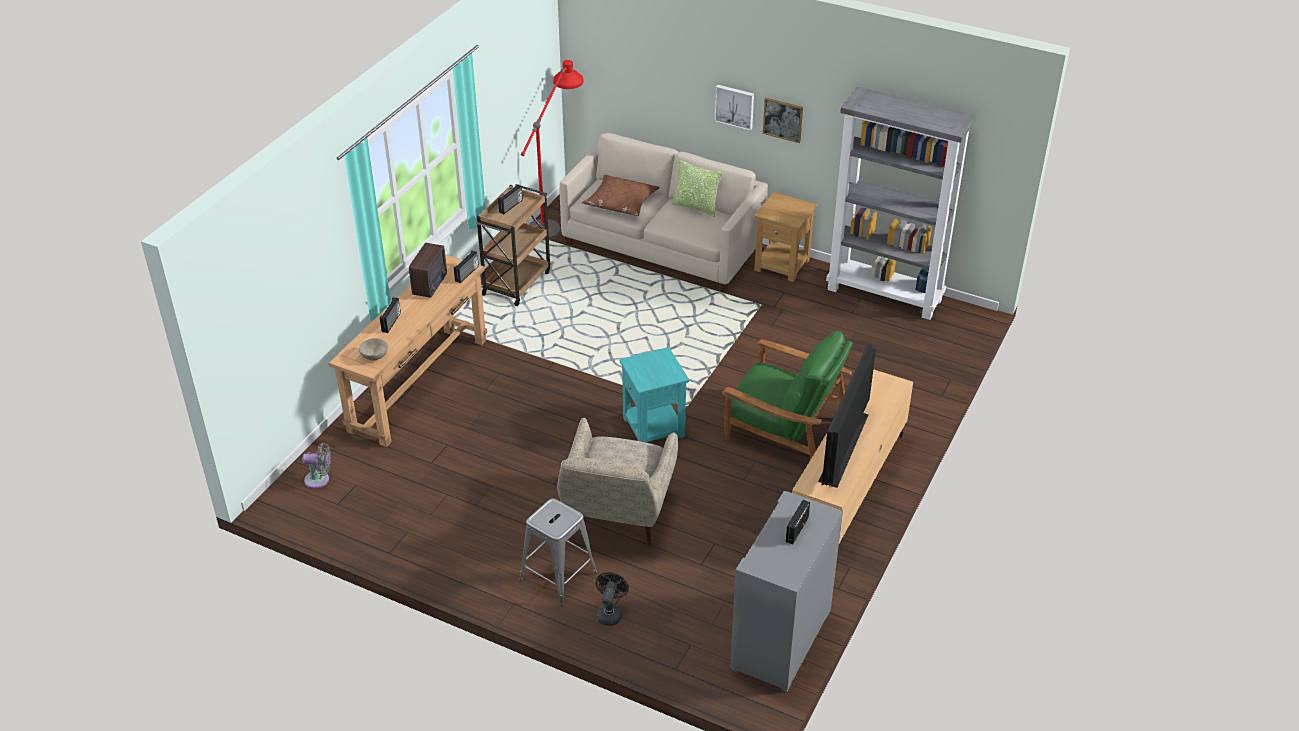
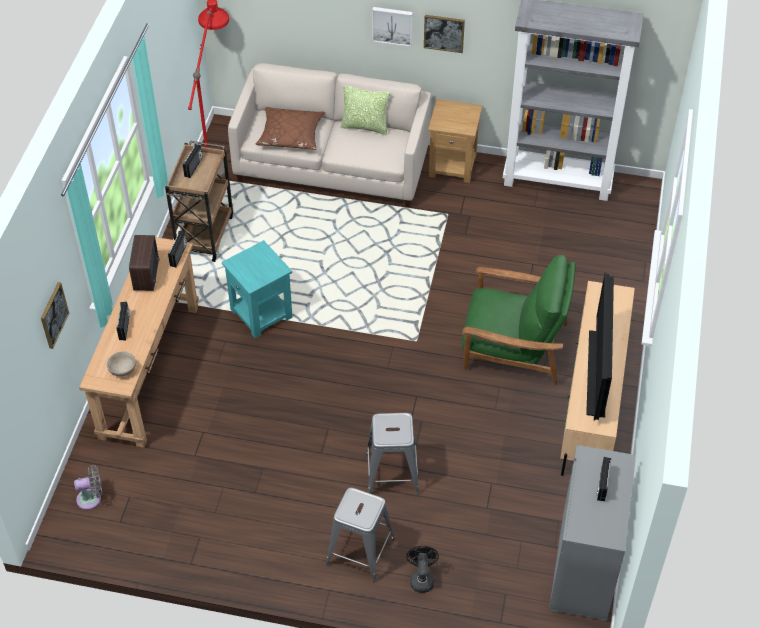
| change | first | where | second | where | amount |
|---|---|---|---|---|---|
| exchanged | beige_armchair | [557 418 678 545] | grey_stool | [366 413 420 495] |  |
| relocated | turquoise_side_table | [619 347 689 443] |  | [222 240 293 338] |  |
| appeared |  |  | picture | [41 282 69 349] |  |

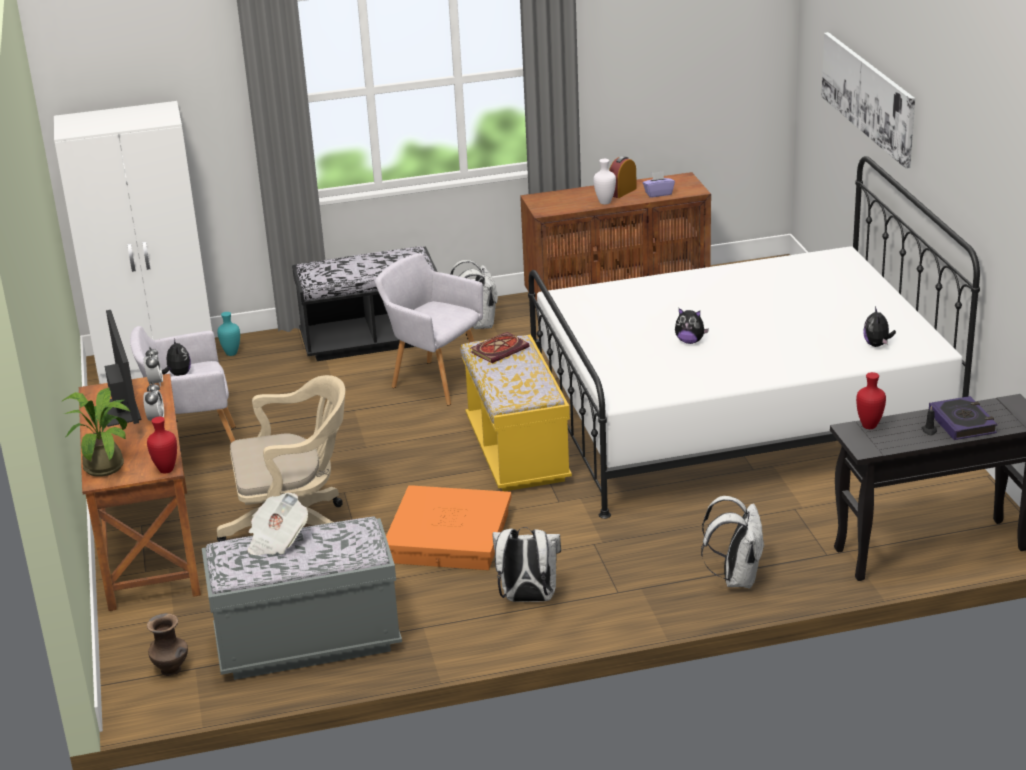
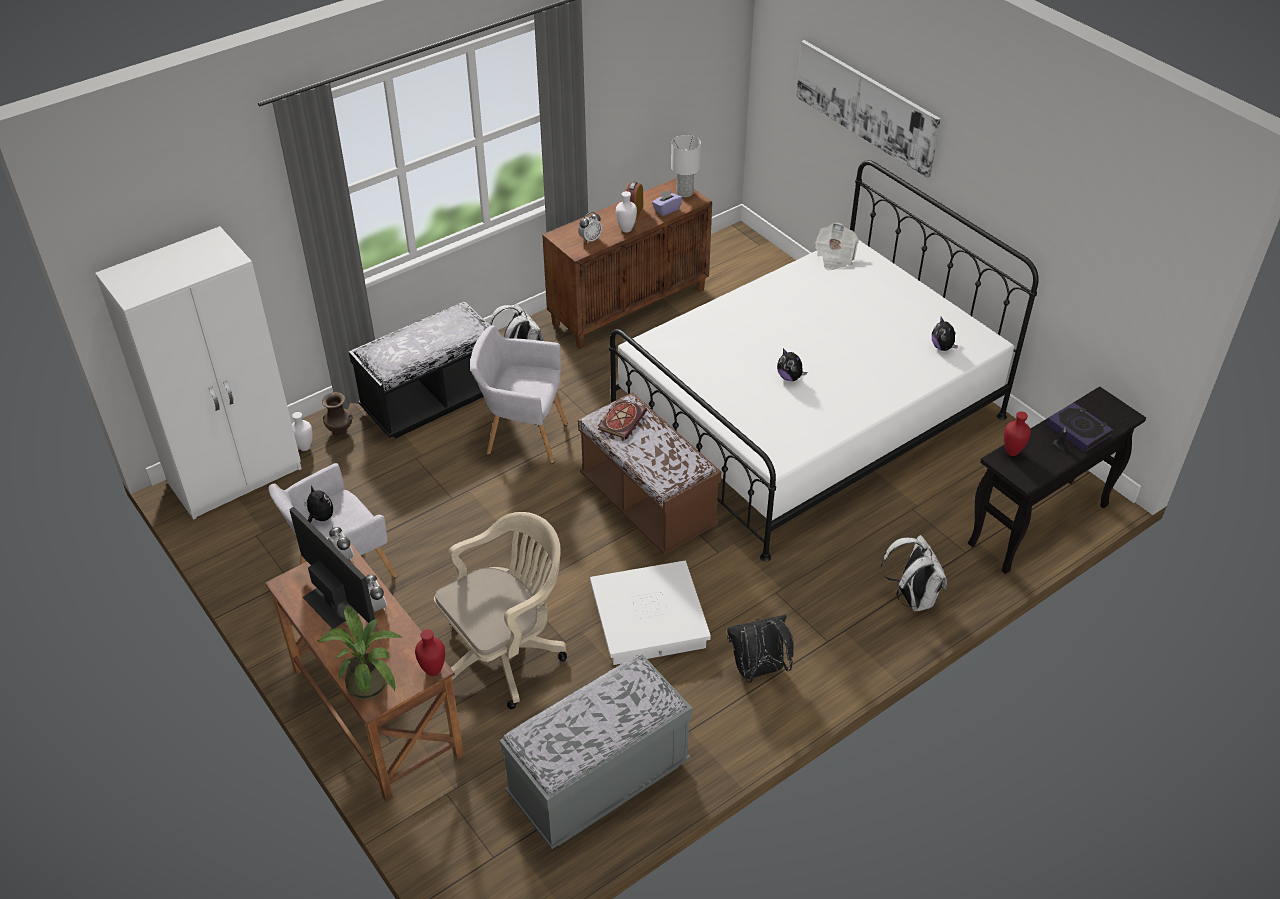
| change | first | where | second | where | amount |
|---|---|---|---|---|---|
| relocated | brown_vase | [147 613 188 676] |  | [322 392 352 437] |  |
| colour | turquoise_vase | [217 312 240 356] | white_vase | [292 412 313 451] |  |
| relocated | newspaper | [248 492 308 555] |  | [814 223 859 270] |  |
| colour | orange_storage_box | [386 485 511 570] | white_storage_box | [590 561 711 665] |  |
| colour | yellow_bench | [461 334 572 491] | brown_bench | [578 392 721 555] |  |
| colour | white_backpack | [492 527 561 602] | black_backpack | [727 614 794 683] |  |
| spun | plush_toy | [675 308 709 344] |  | [777 349 807 381] | 45 degrees clockwise |
| appeared |  |  | alarm_clock | [578 212 602 244] |  |
| appeared |  |  | white_table_lamp | [671 135 701 197] |  |

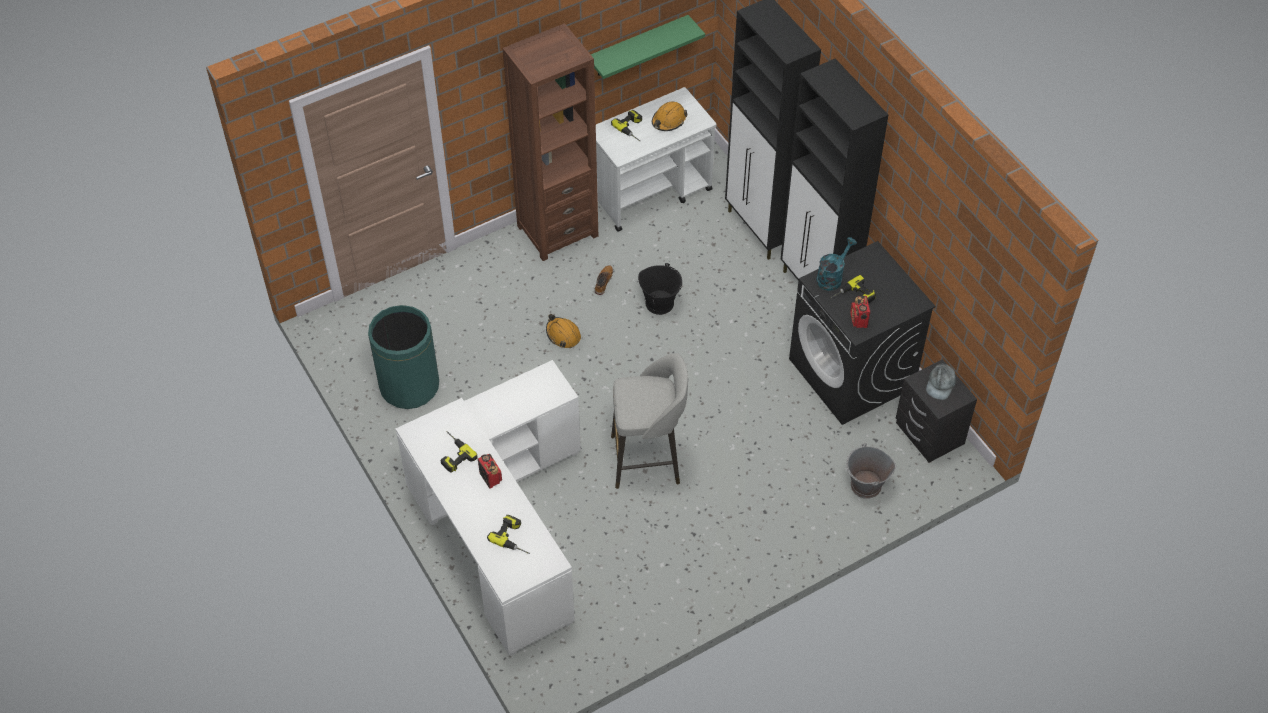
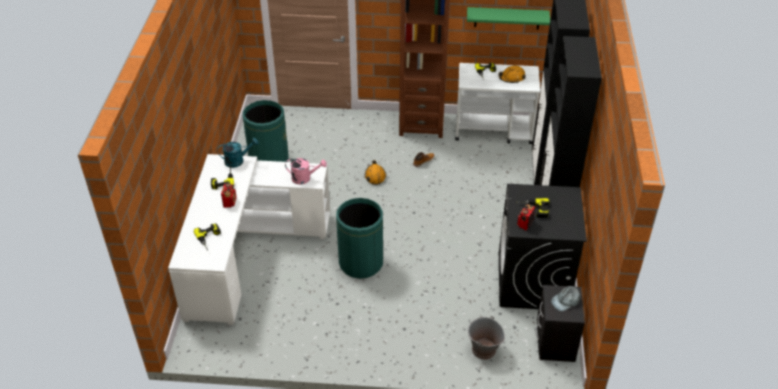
| change | first | where | second | where | amount |
|---|---|---|---|---|---|
| exchanged | grey_stool | [611 353 688 489] | green_trash_can | [336 198 383 279] |  |
| missing | black_bucket | [638 263 682 315] |  |  |  |
| relocated | turquoise_watering_can | [816 237 857 291] |  | [217 138 258 168] |  |
| appeared |  |  | pink_watering_can | [285 158 327 184] |  |

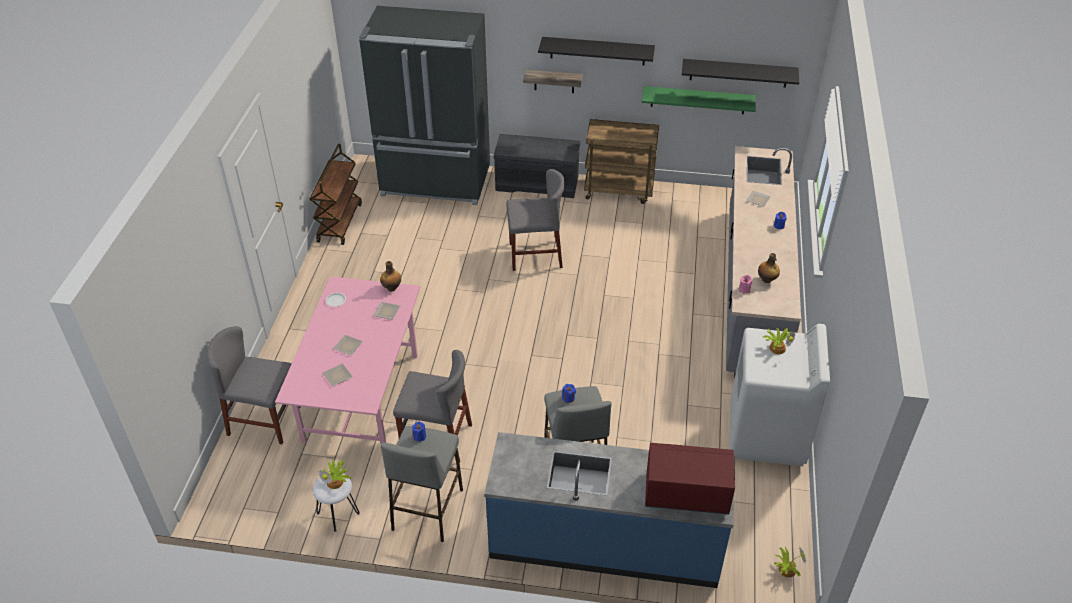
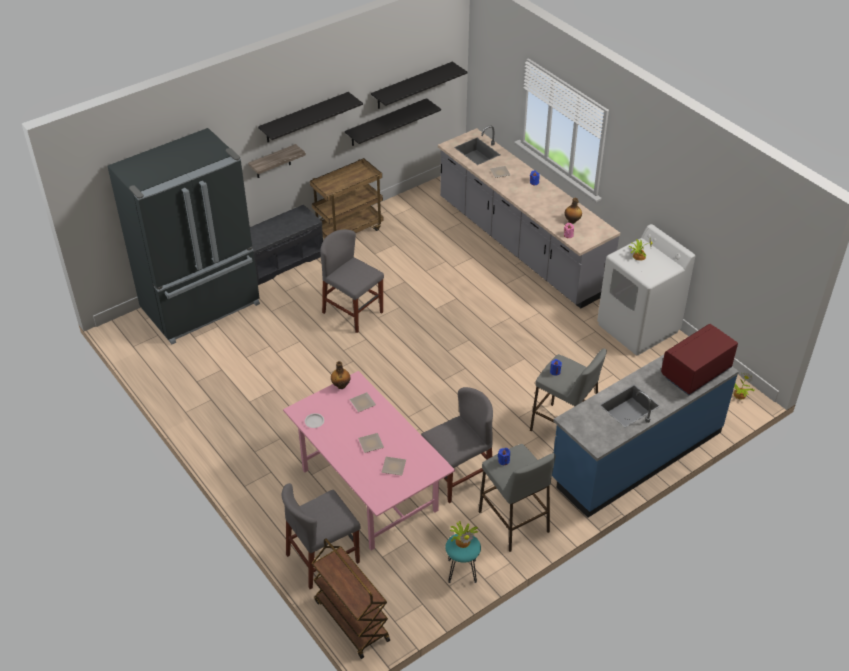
| change | first | where | second | where | amount |
|---|---|---|---|---|---|
| relocated | brown_cart | [310 144 362 245] |  | [312 538 390 659] |  |
| colour | white_stool | [313 474 360 532] | turquoise_stool | [445 534 481 583] |  |
| spun | grey_chair | [506 169 565 271] |  | [320 229 384 333] | 90 degrees counterclockwise |
| colour | green_shelf | [642 86 756 114] | black_shelf | [345 98 441 146] |  |

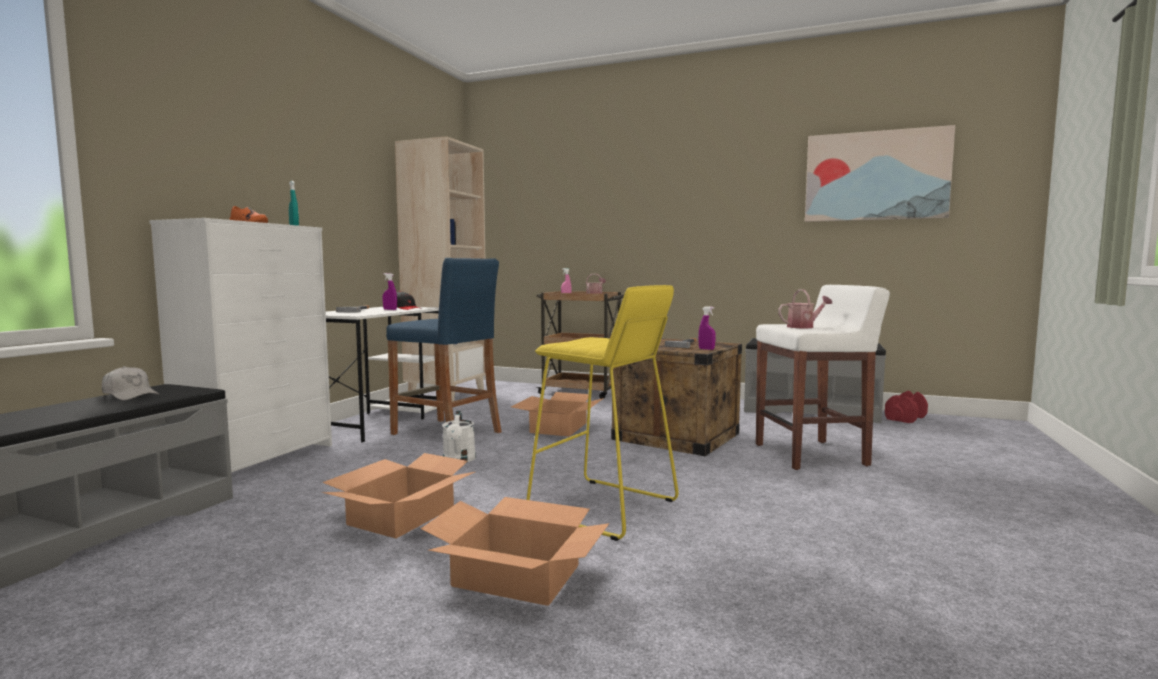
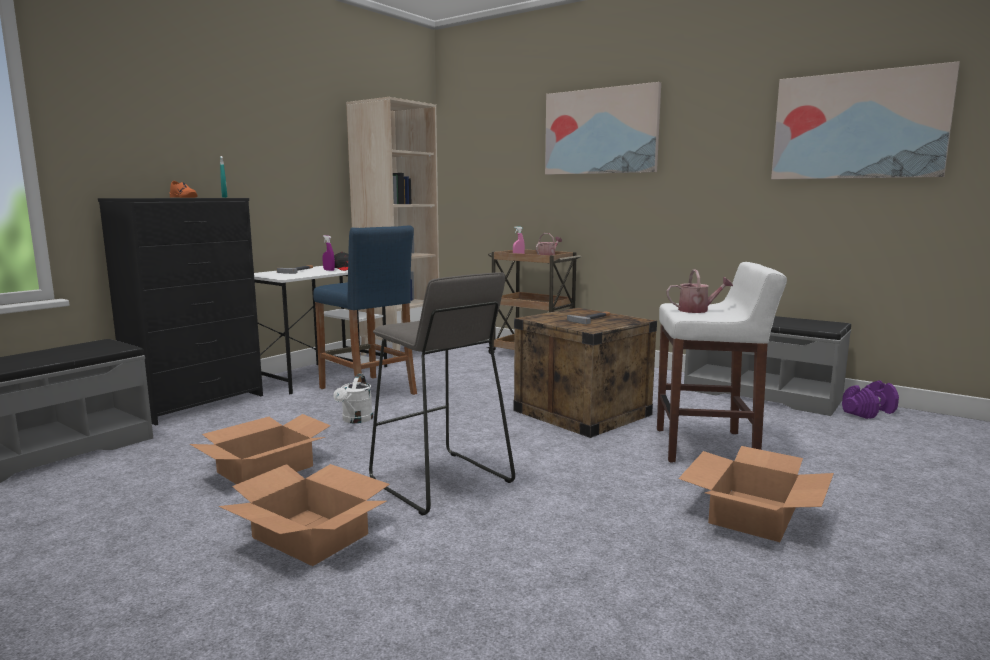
| change | first | where | second | where | amount |
|---|---|---|---|---|---|
| missing | white_cap | [102 366 159 400] |  |  |  |
| colour | white_dresser | [149 218 332 472] | black_dresser | [98 198 263 426] |  |
| relocated | cardboard_box | [511 392 604 437] |  | [678 446 834 542] |  |
| colour | yellow_stool | [526 285 679 541] | grey_stool | [369 272 515 516] |  |
| missing | purple_spray_bottle | [698 306 716 350] |  |  |  |
| colour | red_dumbbell | [885 391 928 423] | purple_dumbbell | [842 380 899 419] |  |
| appeared |  |  | picture | [545 82 661 175] |  |

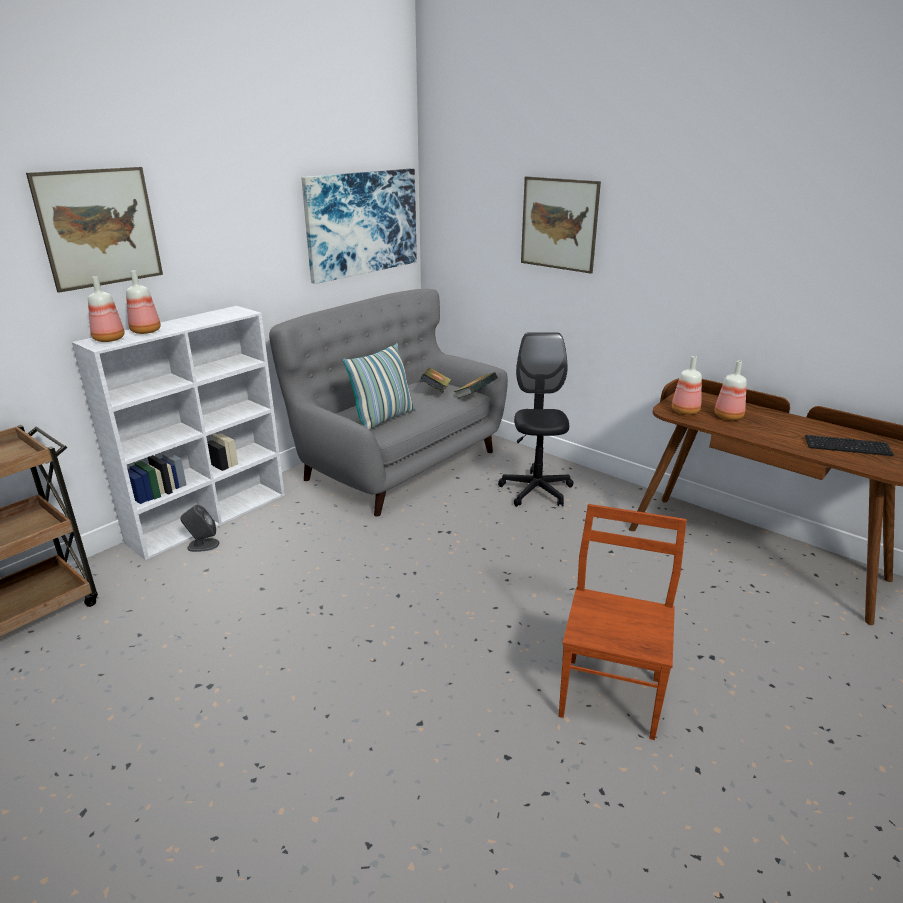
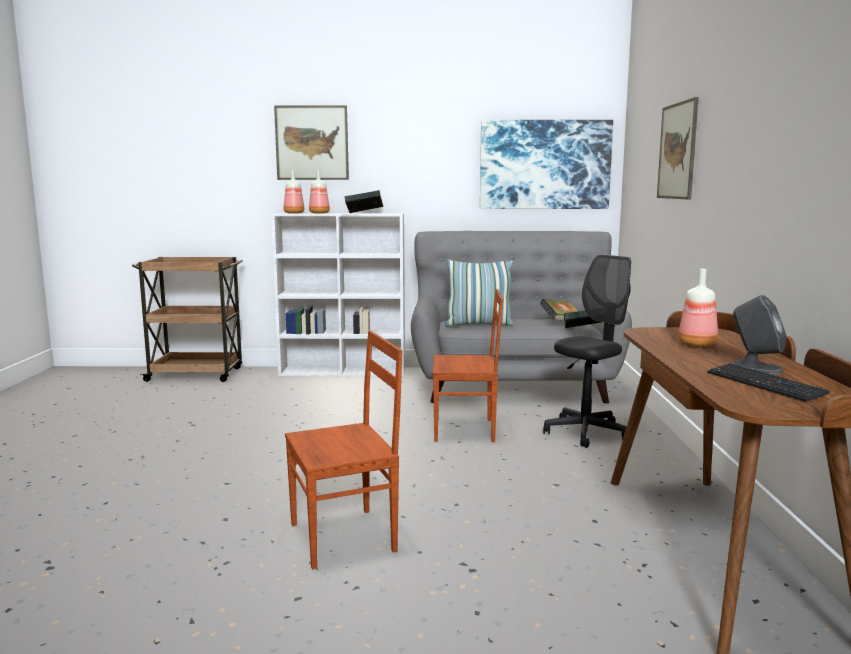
| change | first | where | second | where | amount |
|---|---|---|---|---|---|
| relocated | grey_speaker | [180 505 219 552] |  | [732 295 786 374] |  |
| missing | bottle | [672 356 702 415] |  |  |  |
| appeared |  |  | book | [345 190 383 213] |  |
| appeared |  |  | brown_chair | [433 289 503 442] |  |

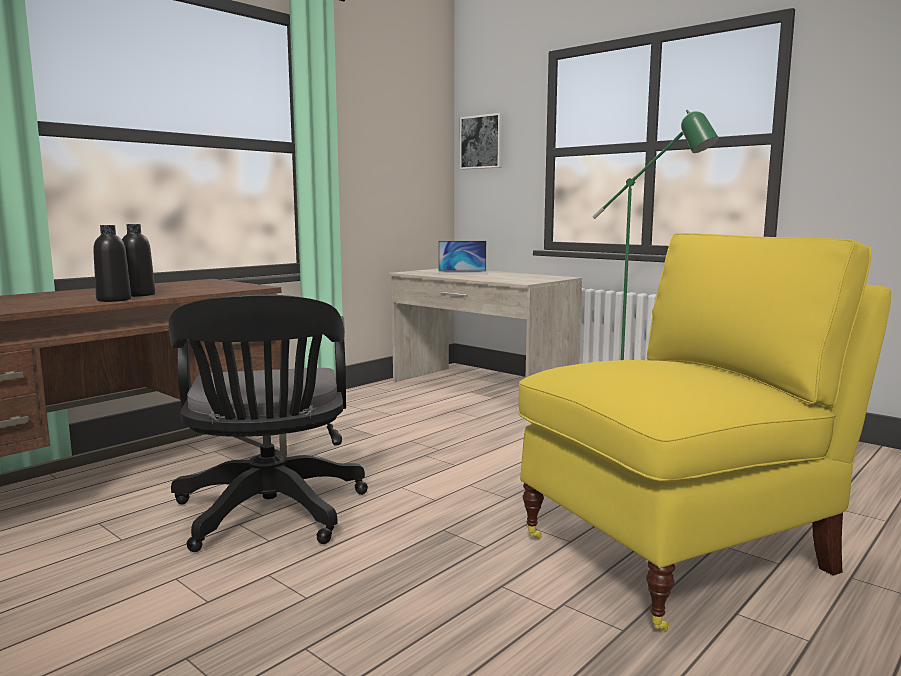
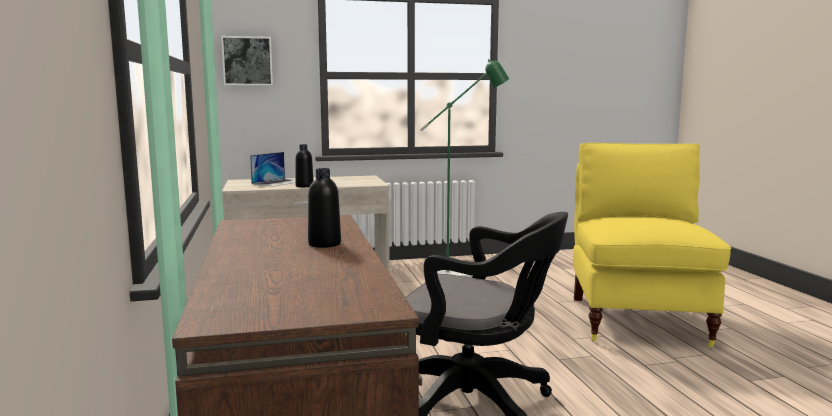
| change | first | where | second | where | amount |
|---|---|---|---|---|---|
| relocated | black_bottle | [93 225 131 302] |  | [295 144 314 187] |  |

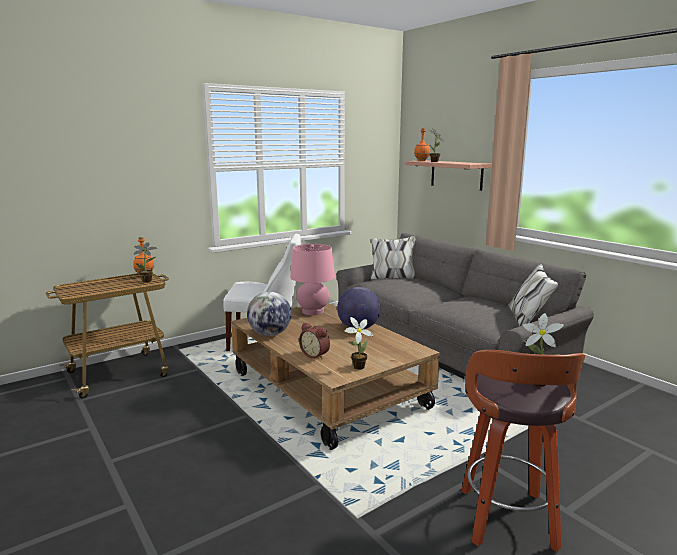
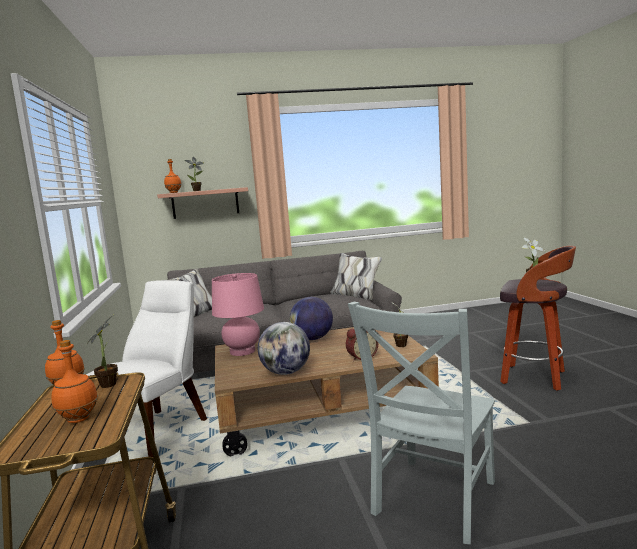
| change | first | where | second | where | amount |
|---|---|---|---|---|---|
| appeared |  |  | orange_bottle | [52 340 98 423] |  |
| appeared |  |  | grey_chair | [348 302 495 544] |  |

